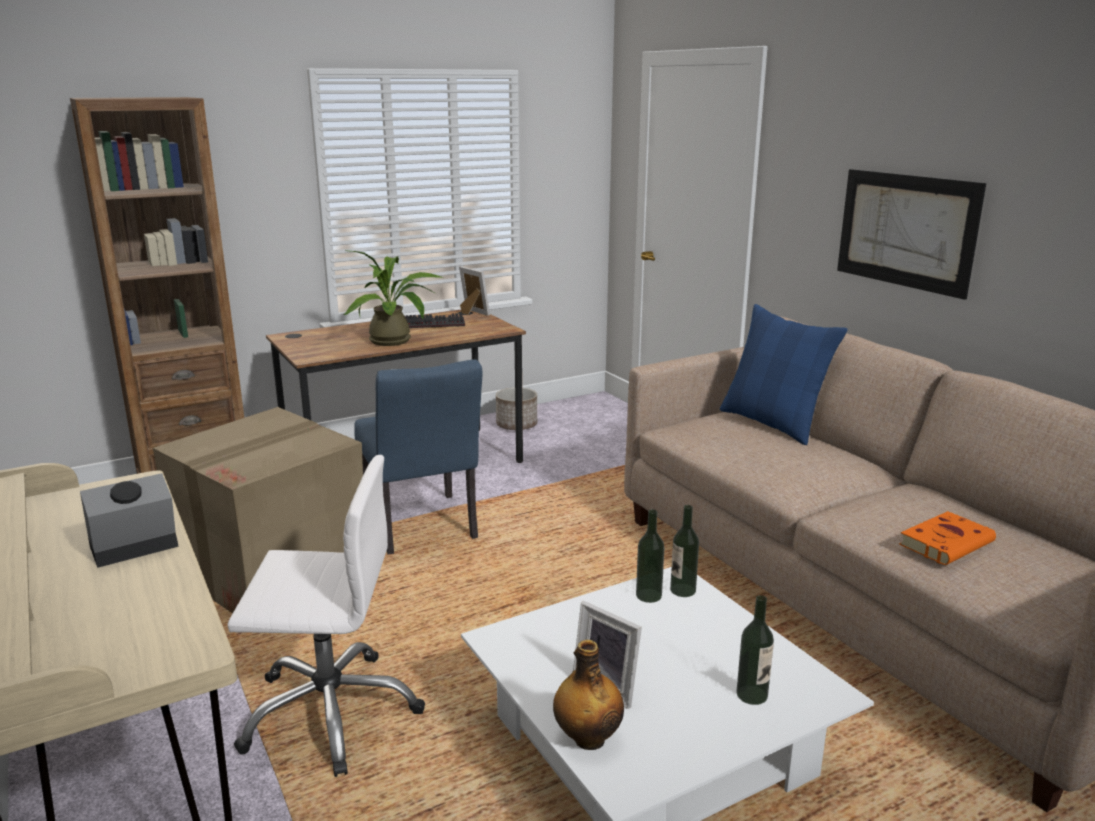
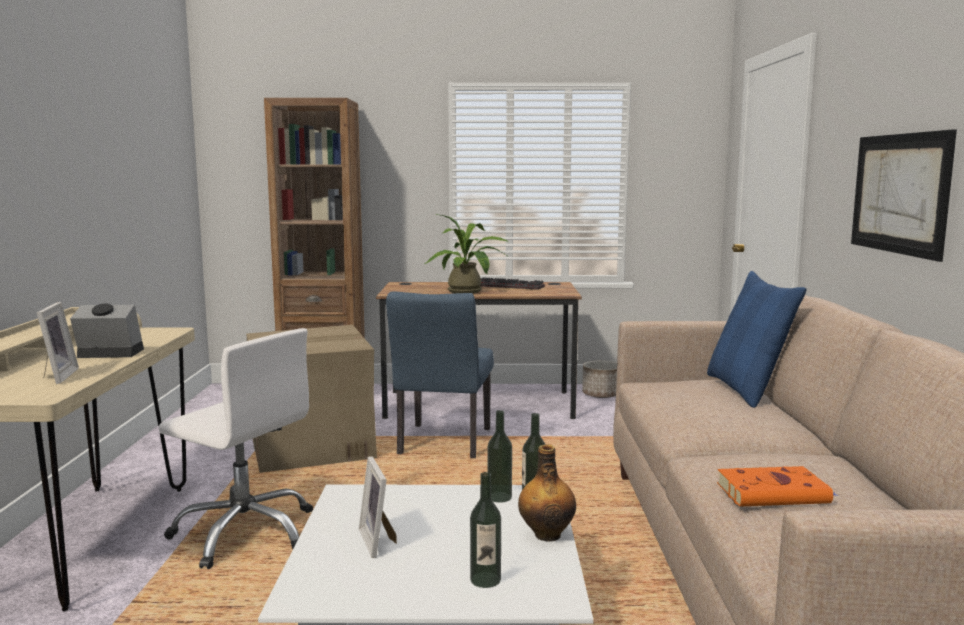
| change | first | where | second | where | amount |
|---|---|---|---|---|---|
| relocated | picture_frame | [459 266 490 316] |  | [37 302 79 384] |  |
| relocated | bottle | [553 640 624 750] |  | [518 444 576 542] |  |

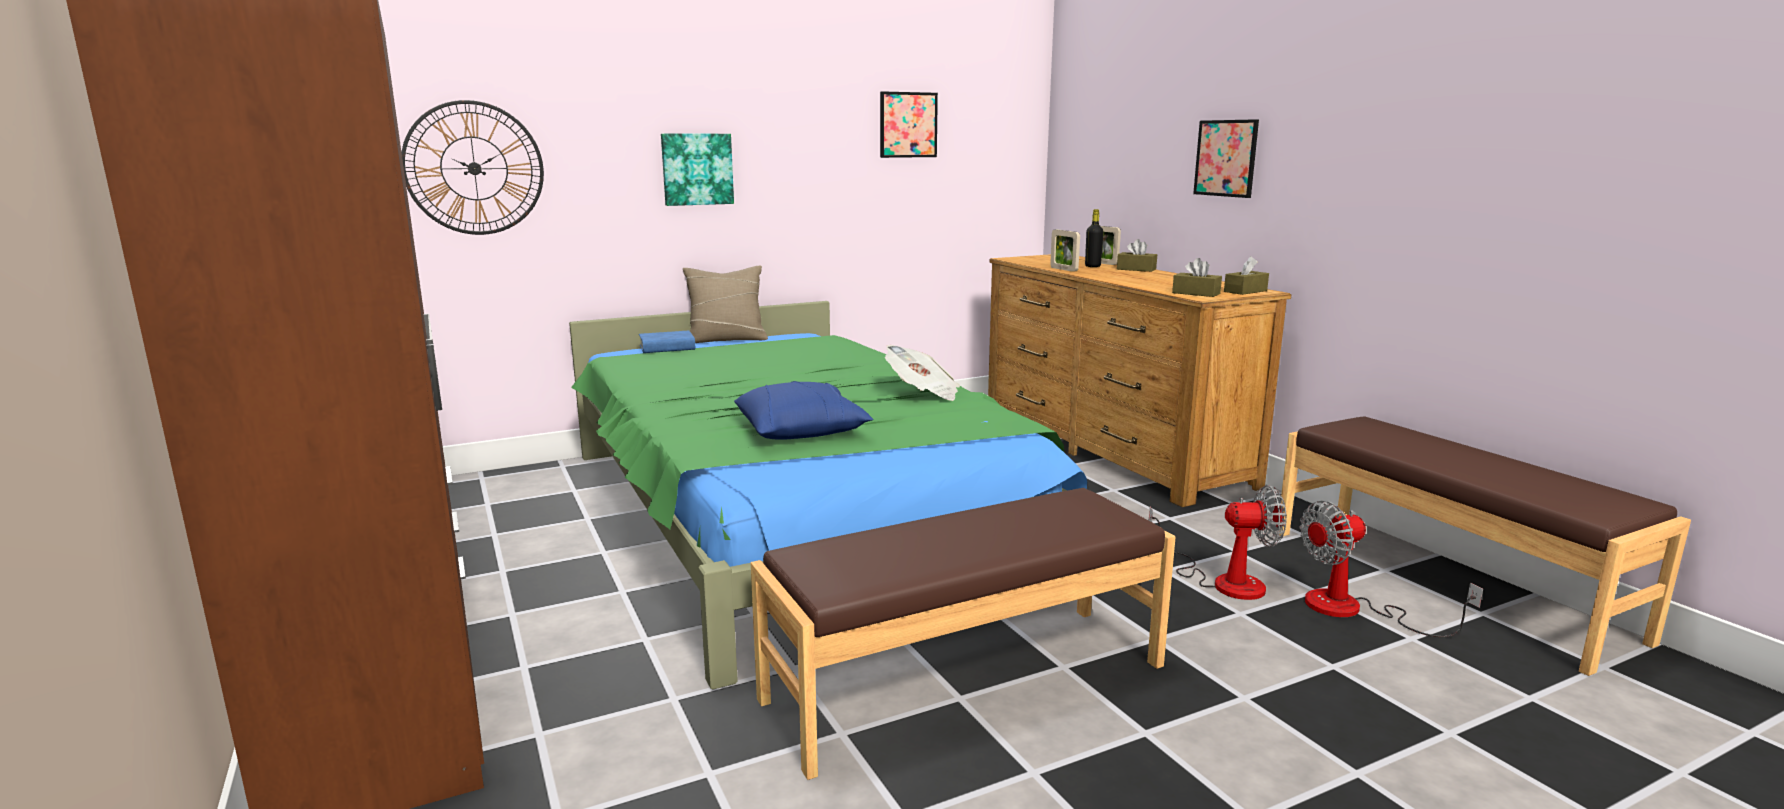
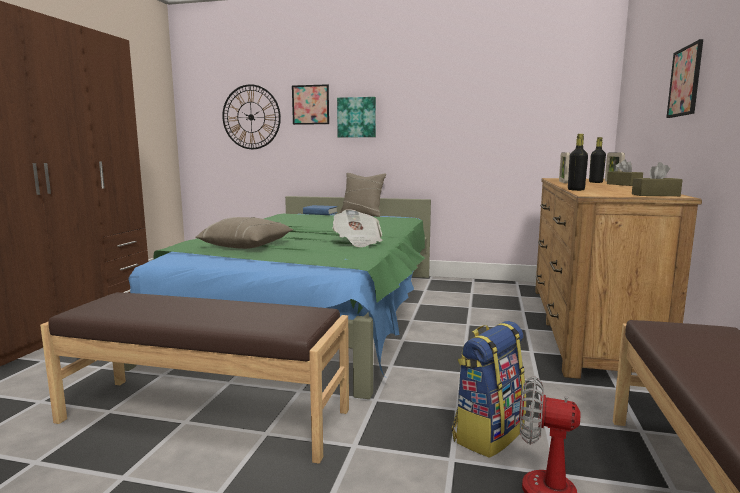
| change | first | where | second | where | amount |
|---|---|---|---|---|---|
| colour | blue_pillow | [734 381 874 440] | beige_pillow | [195 217 293 249] |  |
| relocated | picture | [880 91 938 158] |  | [292 84 329 125] |  |
| exchanged | fan | [1149 485 1287 600] | backpack | [452 321 526 458] |  |
| missing | brown_tissue_box | [1172 258 1222 297] |  |  |  |
| appeared |  |  | black_bottle | [568 134 588 191] |  |

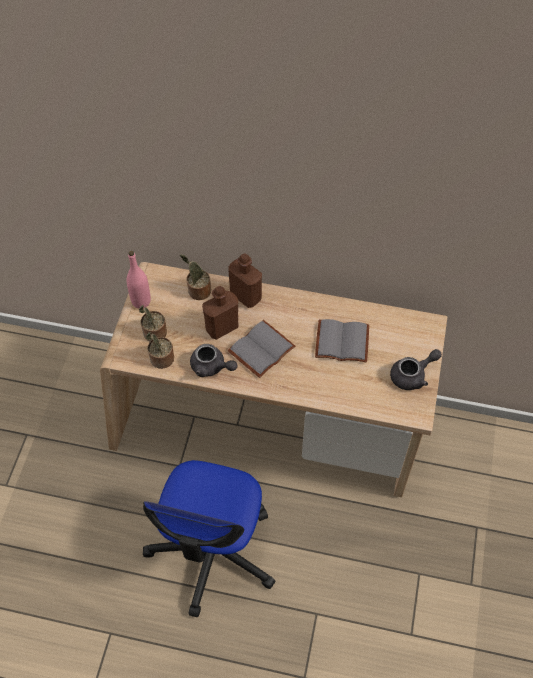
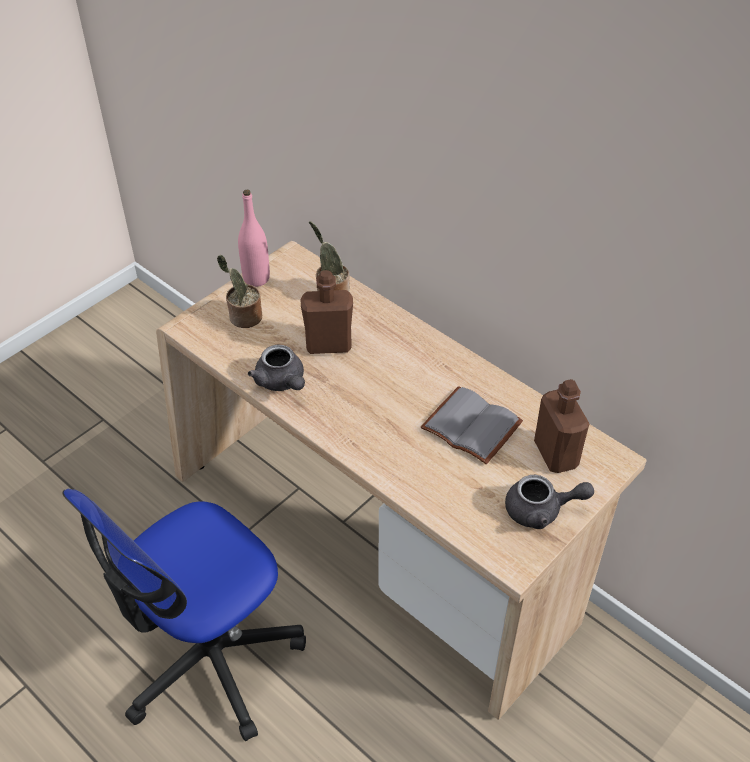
| change | first | where | second | where | amount |
|---|---|---|---|---|---|
| missing | potted_plant | [146 332 174 369] |  |  |  |
| relocated | brown_bottle | [228 253 262 308] |  | [534 379 590 473] |  |
| missing | grey_book | [228 320 296 378] |  |  |  |

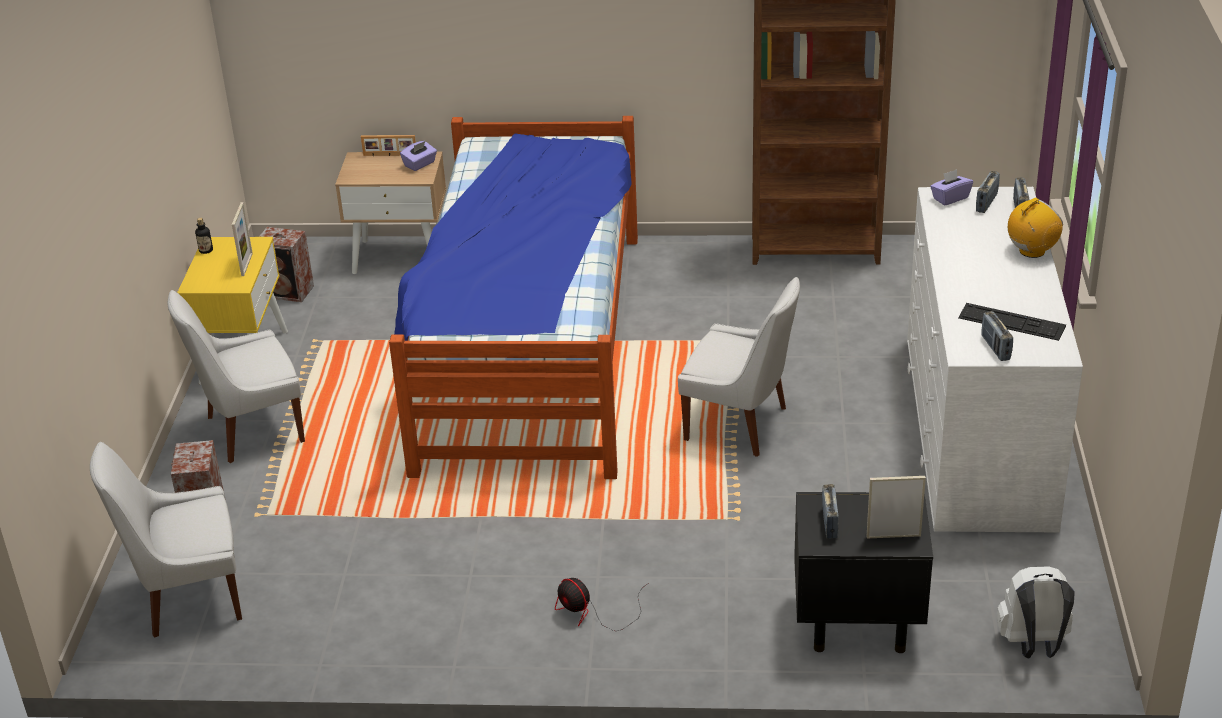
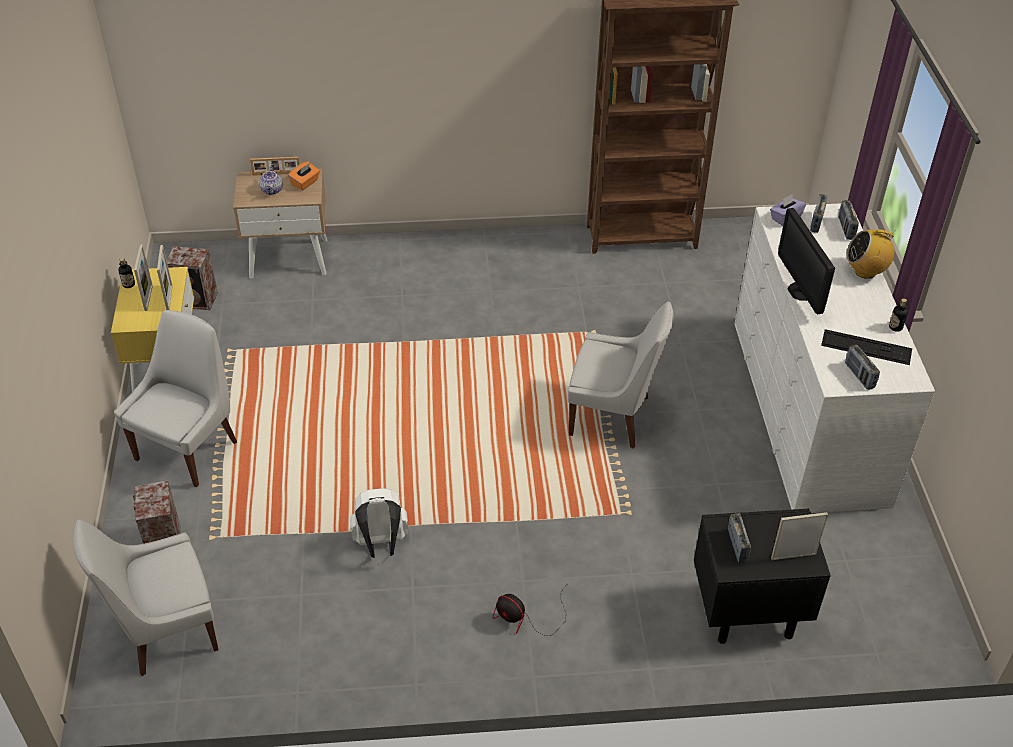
| change | first | where | second | where | amount |
|---|---|---|---|---|---|
| spun | white_chair | [168 290 305 463] |  | [114 310 237 487] | 150 degrees clockwise |
| missing | bed | [389 116 638 479] |  |  |  |
| colour | purple_tissue_box | [400 141 437 171] | orange_tissue_box | [288 161 320 191] |  |
| relocated | white_backpack | [996 566 1075 659] |  | [350 488 408 558] |  |
| spun | radio | [1008 198 1063 258] |  | [847 229 896 279] | 135 degrees counterclockwise |
| appeared |  |  | picture_frame | [134 245 153 311] |  |
| appeared |  |  | teapot | [259 167 283 195] |  |
| appeared |  |  | monitor | [778 208 835 315] |  |
| appeared |  |  | bottle | [889 298 908 332] |  |

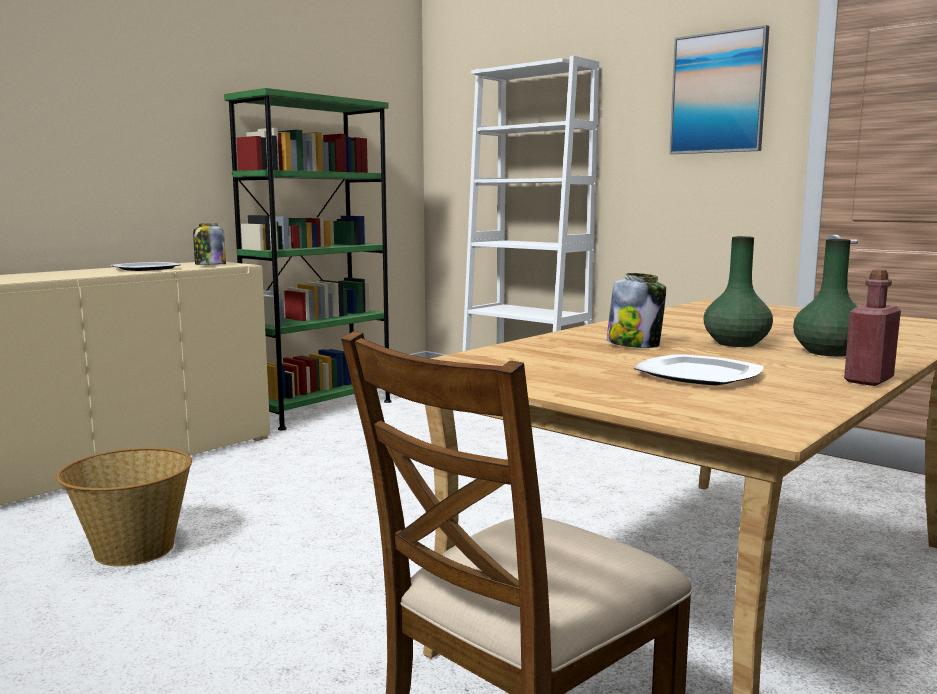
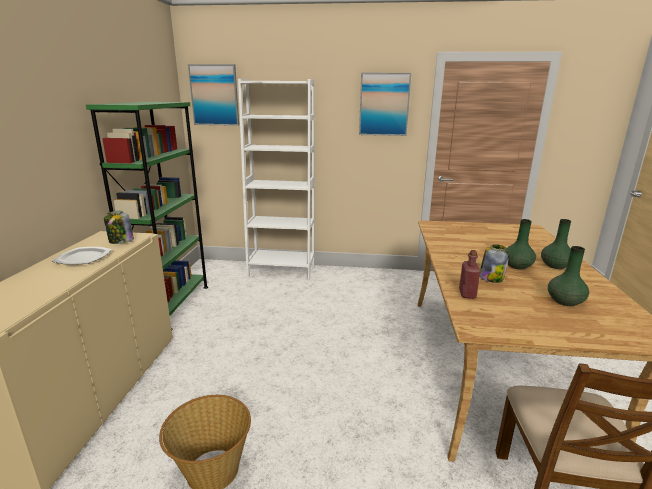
| change | first | where | second | where | amount |
|---|---|---|---|---|---|
| exchanged | plate | [634 354 764 386] | green_vase | [548 246 589 306] |  |
| relocated | red_bottle | [844 269 901 386] |  | [459 250 481 299] |  |
| appeared |  |  | picture | [188 64 239 126] |  |

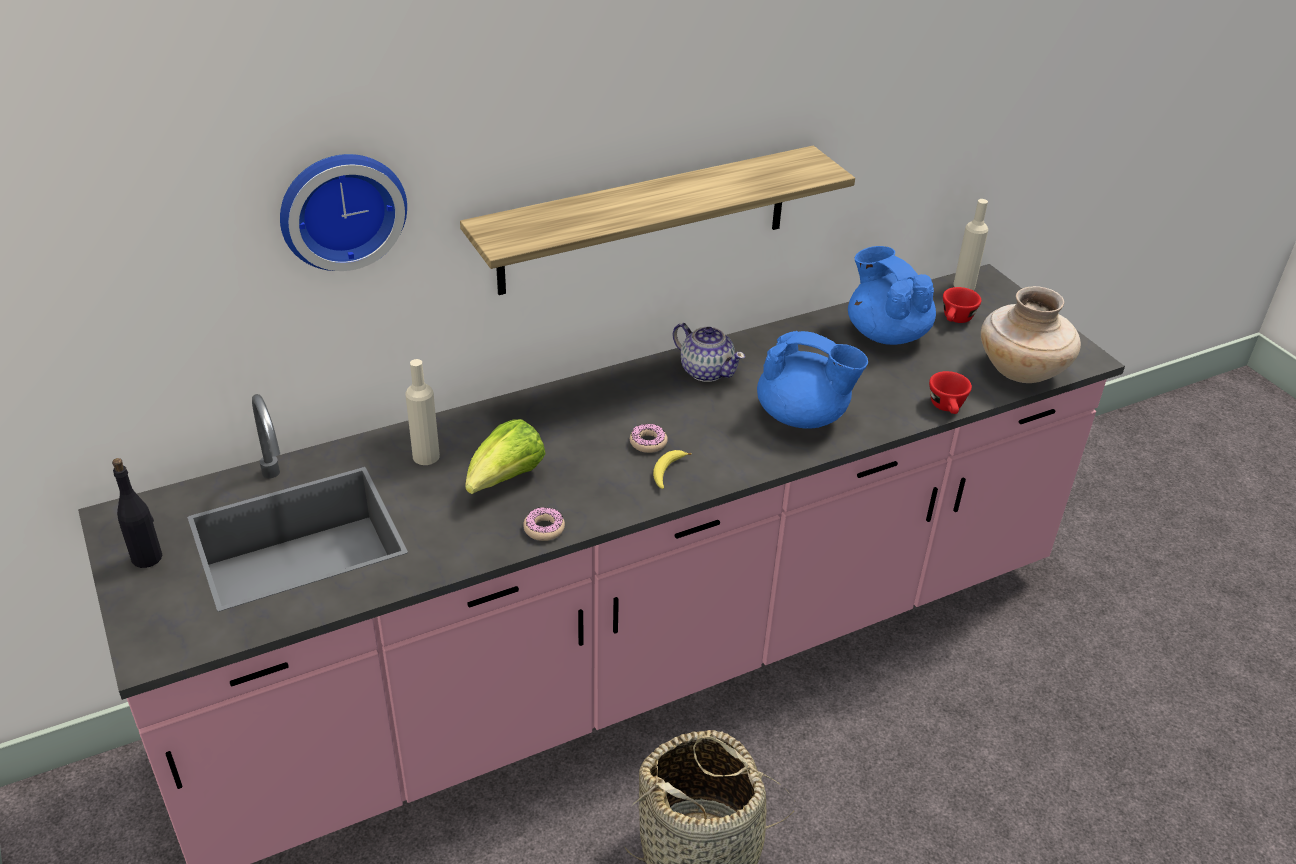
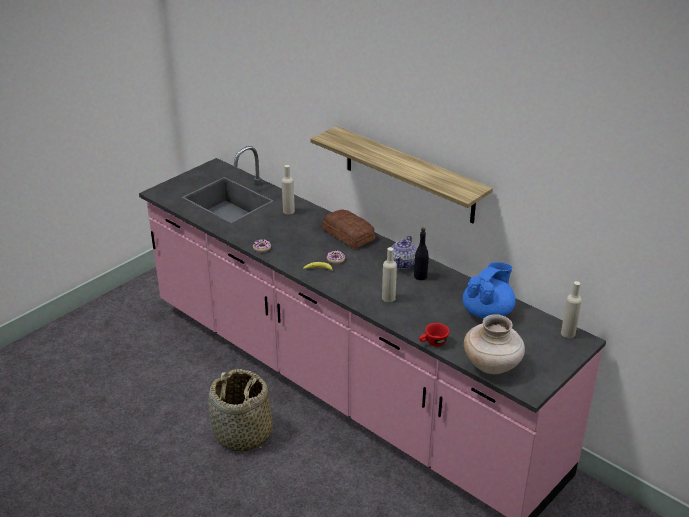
| change | first | where | second | where | amount |
|---|---|---|---|---|---|
| relocated | black_bottle | [112 458 162 568] |  | [414 228 429 280] |  |
| missing | wall_clock | [280 154 407 271] |  |  |  |
| missing | lettuce | [465 419 546 494] |  |  |  |
| exchanged | blue_teapot | [757 331 868 429] | beige_bottle | [382 247 397 302] |  |
| missing | red_cup | [943 287 981 323] |  |  |  |
| appeared |  |  | bread | [322 209 375 249] |  |

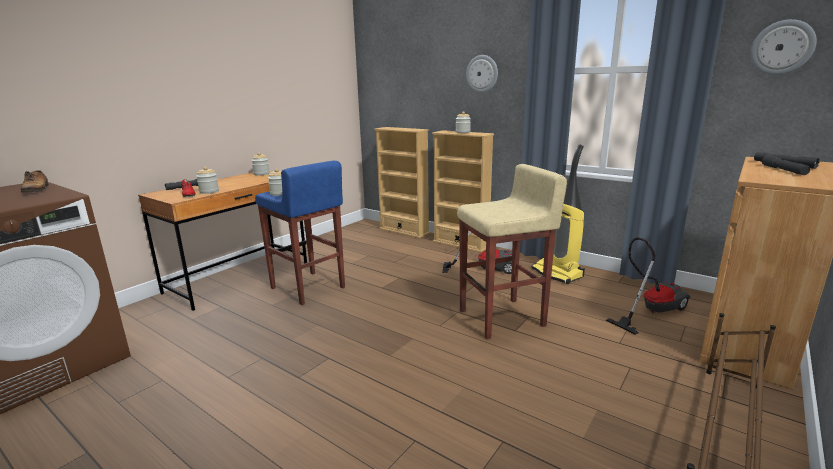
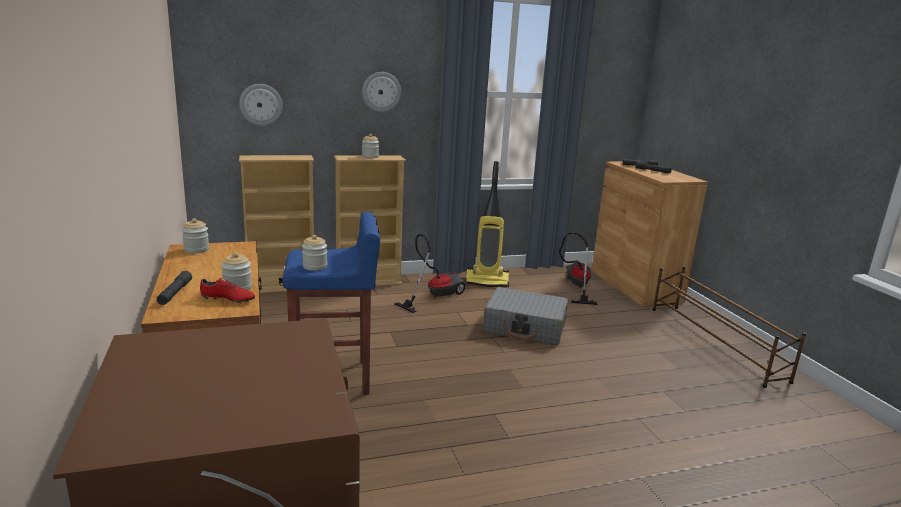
| change | first | where | second | where | amount |
|---|---|---|---|---|---|
| missing | shoe | [21 170 49 193] |  |  |  |
| exchanged | beige_stool | [457 164 567 339] | grey_suitcase | [483 287 568 345] |  |
| relocated | wall_clock | [750 19 817 75] |  | [239 84 283 126] |  |

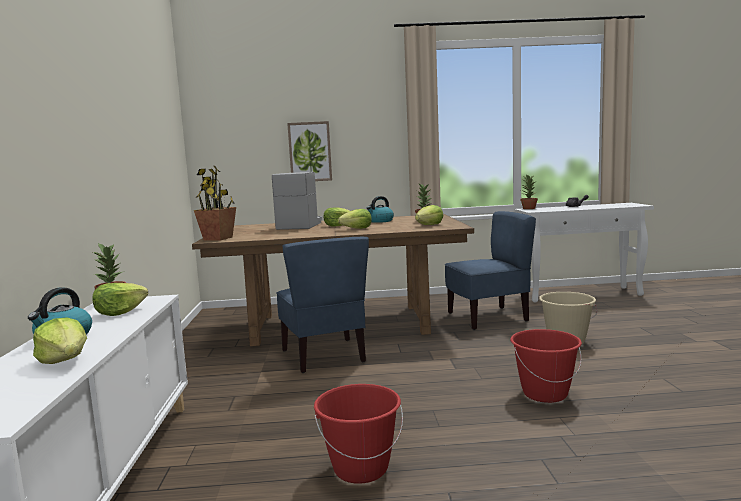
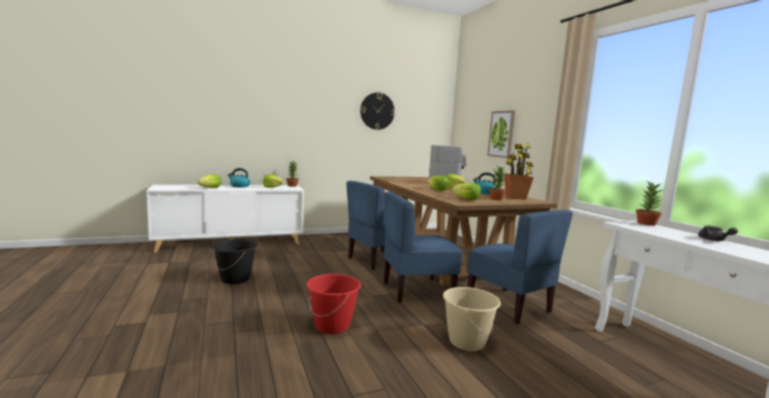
| change | first | where | second | where | amount |
|---|---|---|---|---|---|
| relocated | potted_plant | [194 166 236 240] |  | [504 143 534 200] |  |
| colour | red_bucket | [314 384 403 484] | black_bucket | [212 239 258 284] |  |
| appeared |  |  | wall_clock | [360 92 395 130] |  |
| appeared |  |  | blue_chair | [384 192 462 303] |  |

